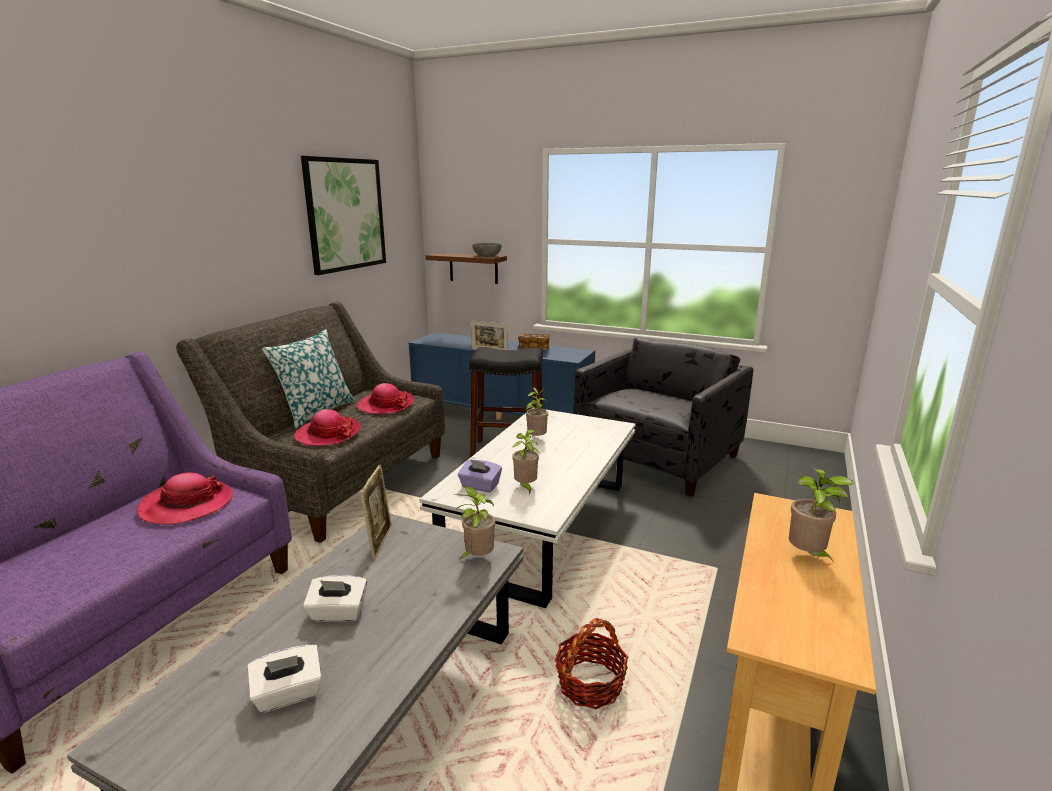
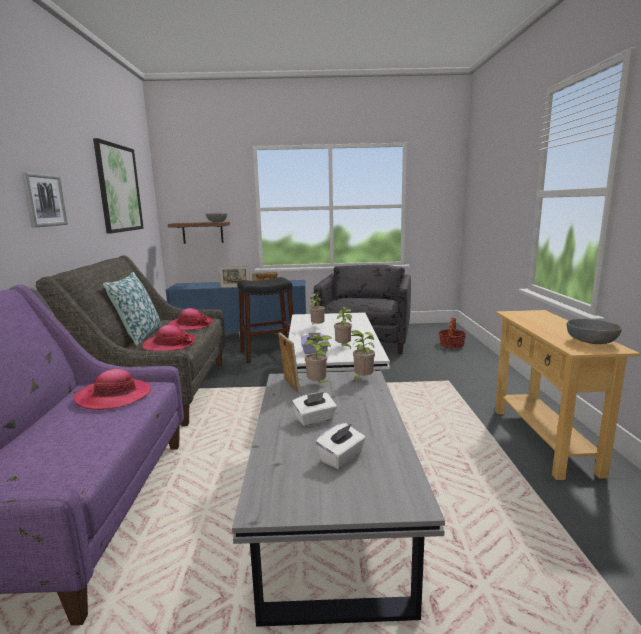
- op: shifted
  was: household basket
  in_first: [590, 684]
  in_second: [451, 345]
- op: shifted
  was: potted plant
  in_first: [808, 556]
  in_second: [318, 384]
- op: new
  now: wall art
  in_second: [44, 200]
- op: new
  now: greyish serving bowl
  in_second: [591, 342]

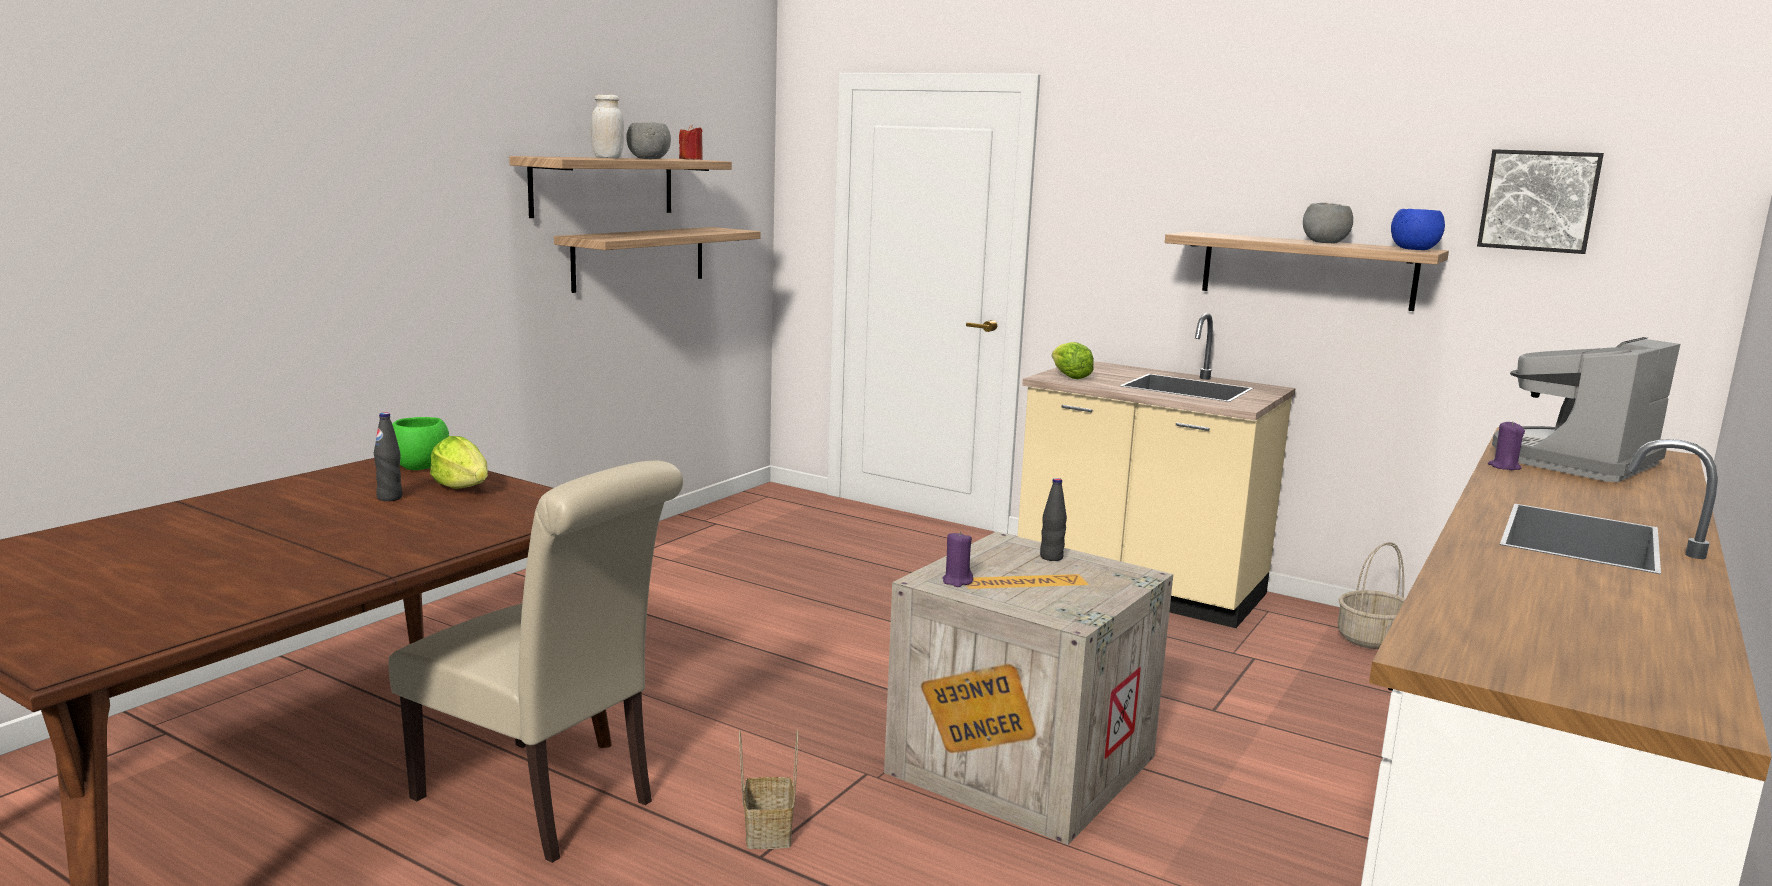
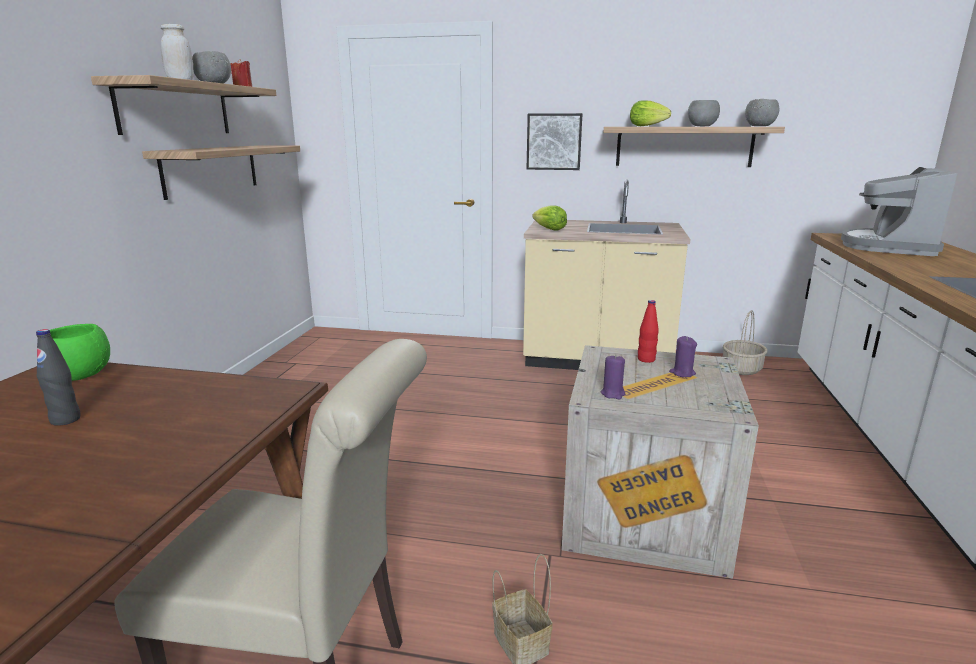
- op: shifted
  was: lettuce
  in_first: [462, 487]
  in_second: [646, 126]
- op: repainted
  was: black beverage bottle
  now: red-coloured beverage bottle
  in_first: [1051, 557]
  in_second: [646, 359]
- op: repainted
  was: bluish serving bowl
  now: greyish serving bowl
  in_first: [1414, 249]
  in_second: [760, 126]
- op: shifted
  was: wall art
  in_first: [1539, 200]
  in_second: [554, 141]
- op: shifted
  was: purple wax candle
  in_first: [1504, 467]
  in_second: [682, 373]

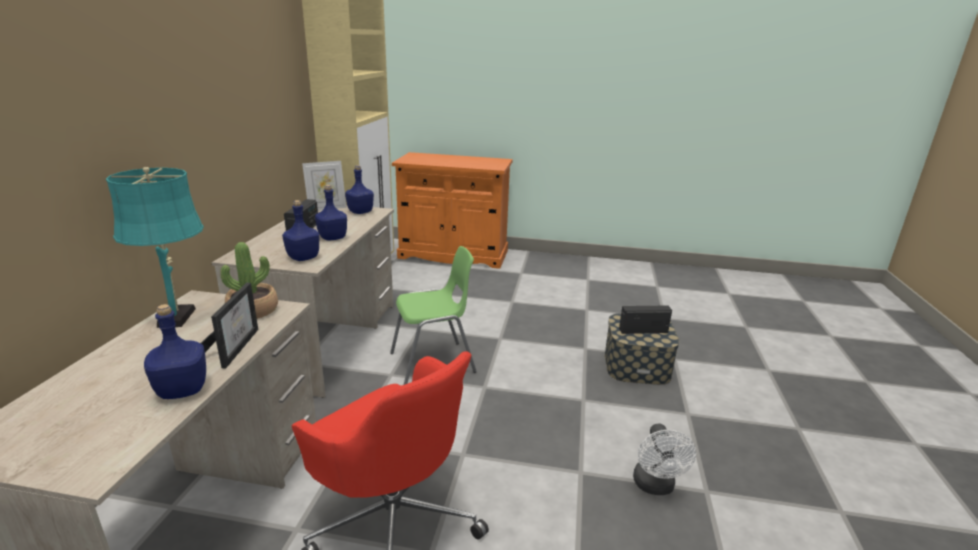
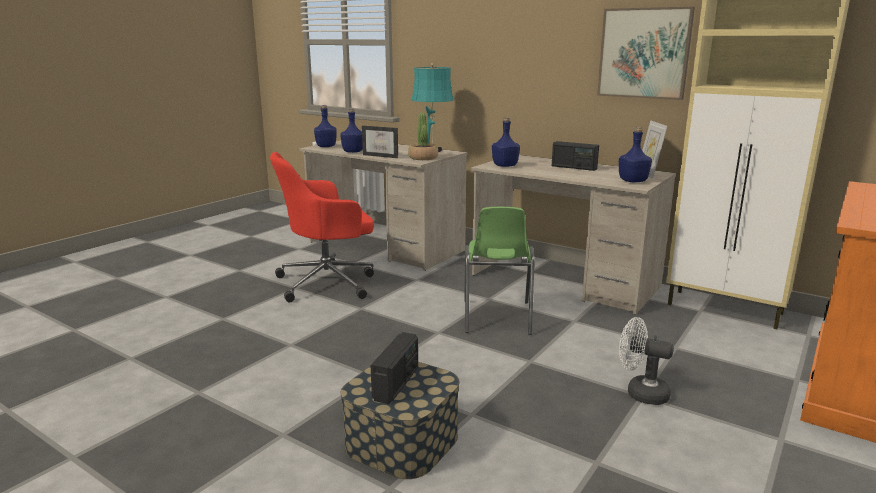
- op: shifted
  was: bluish beverage bottle
  in_first: [332, 237]
  in_second: [326, 146]
- op: shifted
  was: whitish electric fan
  in_first: [655, 486]
  in_second: [640, 393]
- op: new
  now: wall art
  in_second: [644, 53]

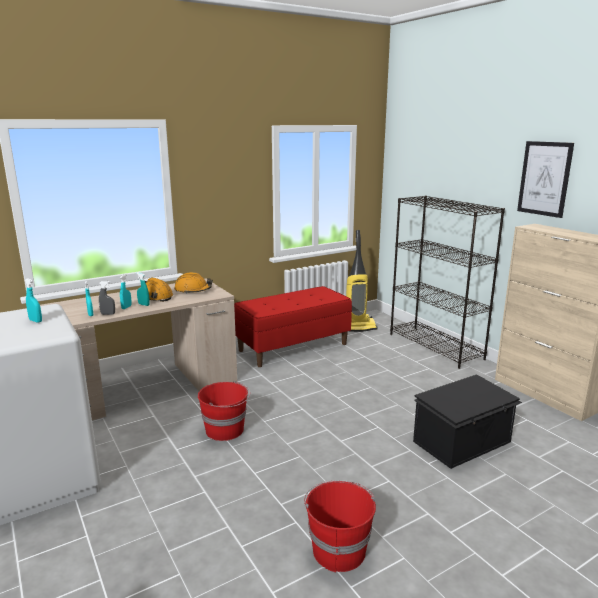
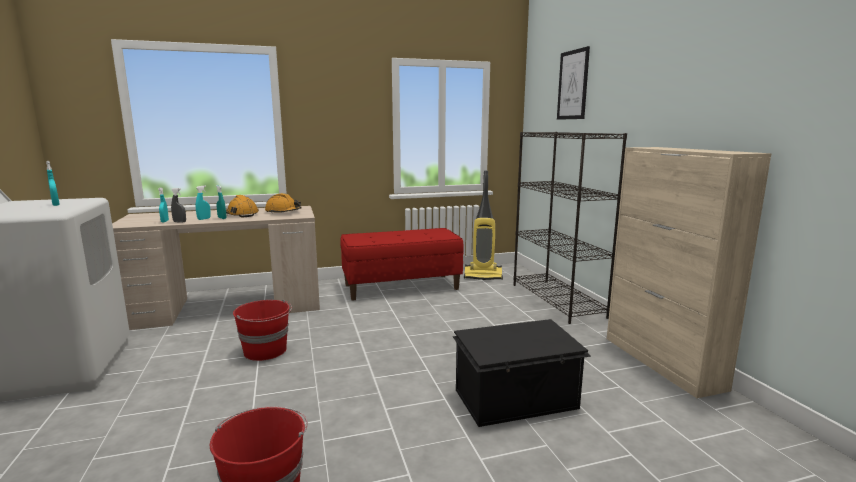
- op: shifted
  was: wall art
  in_first: [544, 178]
  in_second: [572, 85]

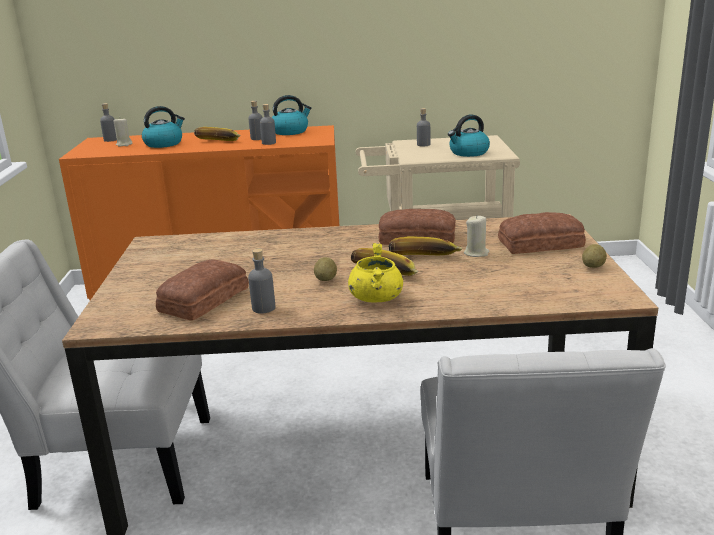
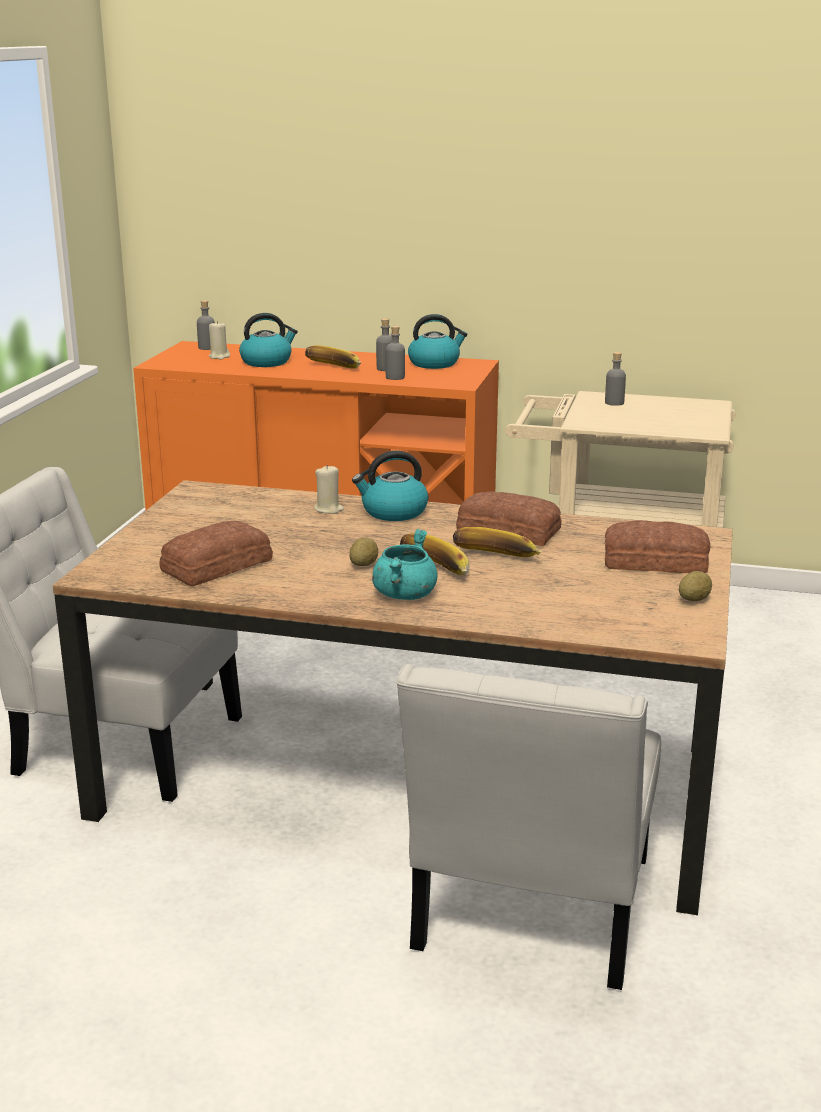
- op: gone
  was: greyish beverage bottle
  in_first: [263, 308]
- op: repainted
  was: yellowish stockpot
  now: turquoise stockpot
  in_first: [376, 298]
  in_second: [404, 594]
- op: shifted
  was: kettle
  in_first: [468, 153]
  in_second: [393, 512]
- op: shifted
  was: beige wax candle
  in_first: [476, 253]
  in_second: [328, 509]

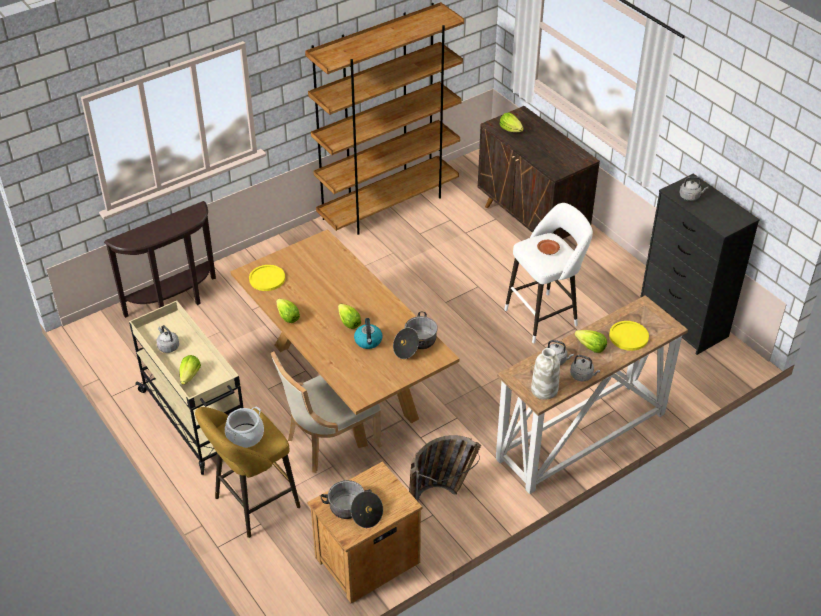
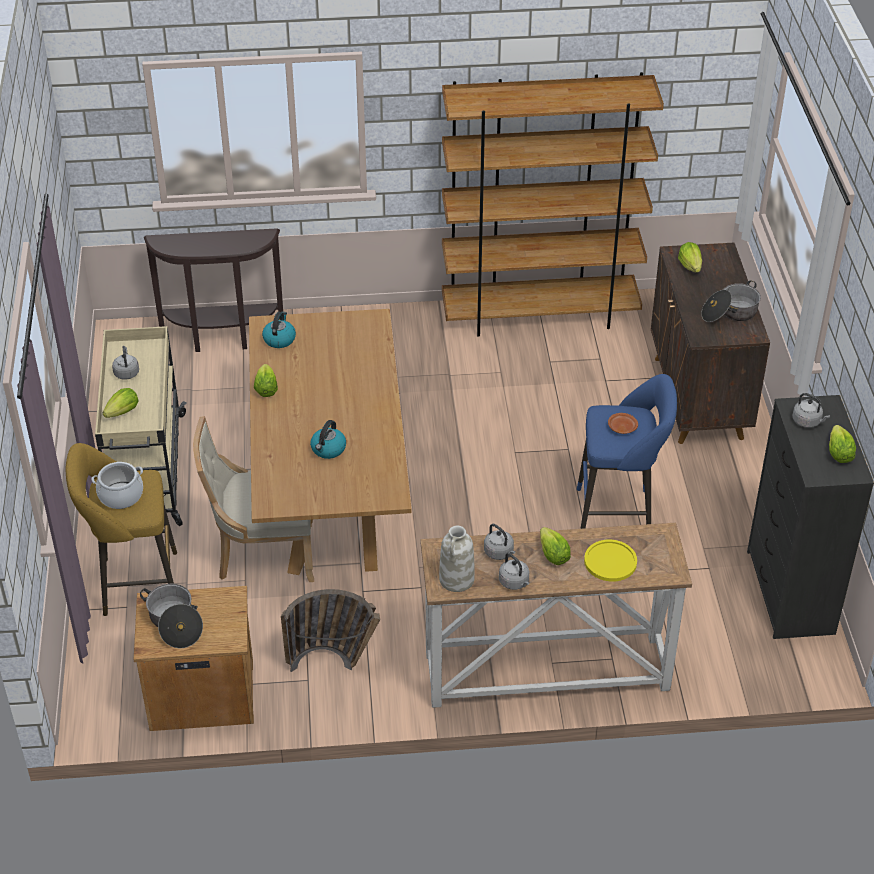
- op: swapped
  was: yellowish flat dish
  now: kettle
  in_first: [267, 278]
  in_second: [279, 339]
- op: shifted
  was: lettuce
  in_first: [349, 323]
  in_second: [839, 454]
- op: shifted
  was: stockpot
  in_first: [415, 344]
  in_second: [730, 313]
- op: repainted
  was: whitish sitting stool
  now: bluish sitting stool
  in_first: [544, 316]
  in_second: [619, 515]

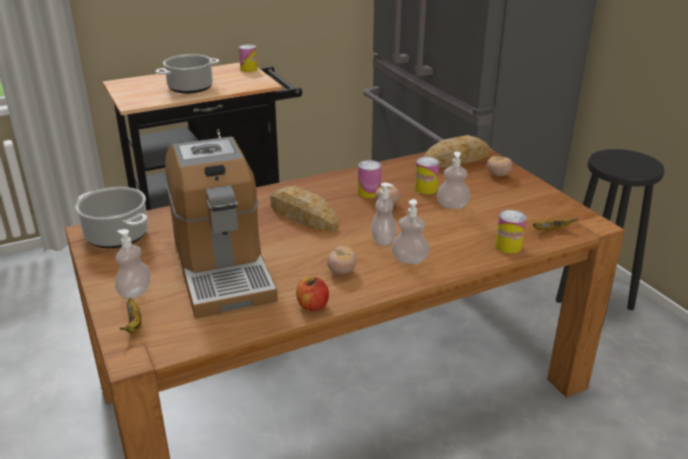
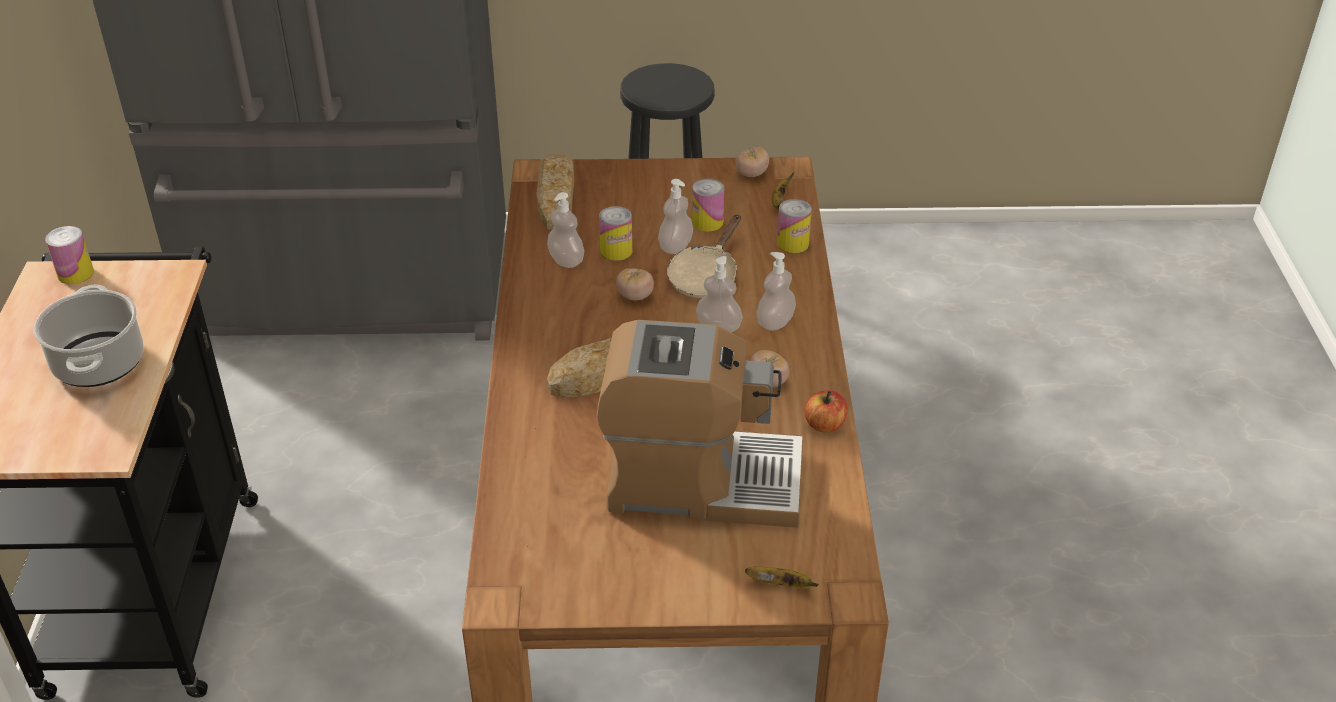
- op: gone
  was: stockpot
  in_first: [116, 235]
- op: shifted
  was: liquid soap bottle
  in_first: [135, 292]
  in_second: [566, 260]
- op: shifted
  was: sealed can
  in_first: [369, 192]
  in_second: [707, 222]
- op: shifted
  was: fresh tomato
  in_first: [498, 175]
  in_second: [751, 174]
- op: new
  now: beige pan
  in_second: [705, 276]

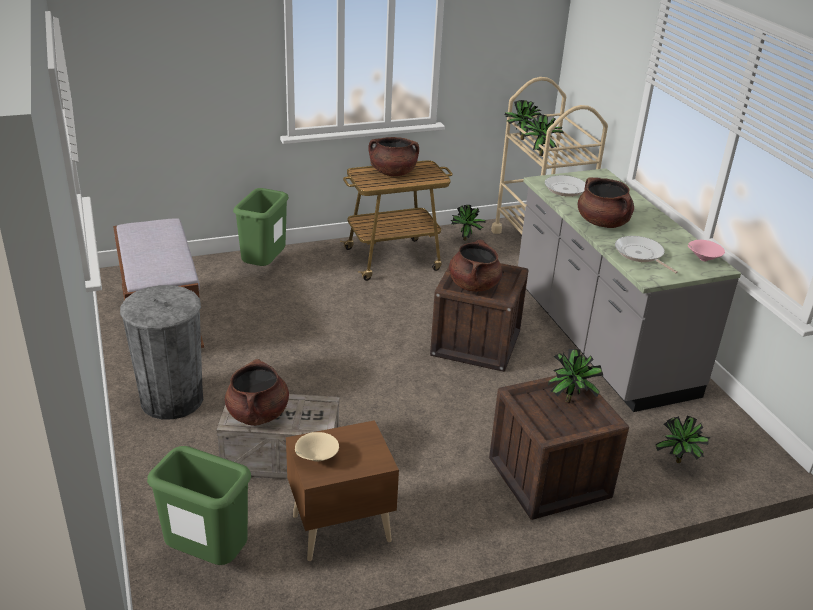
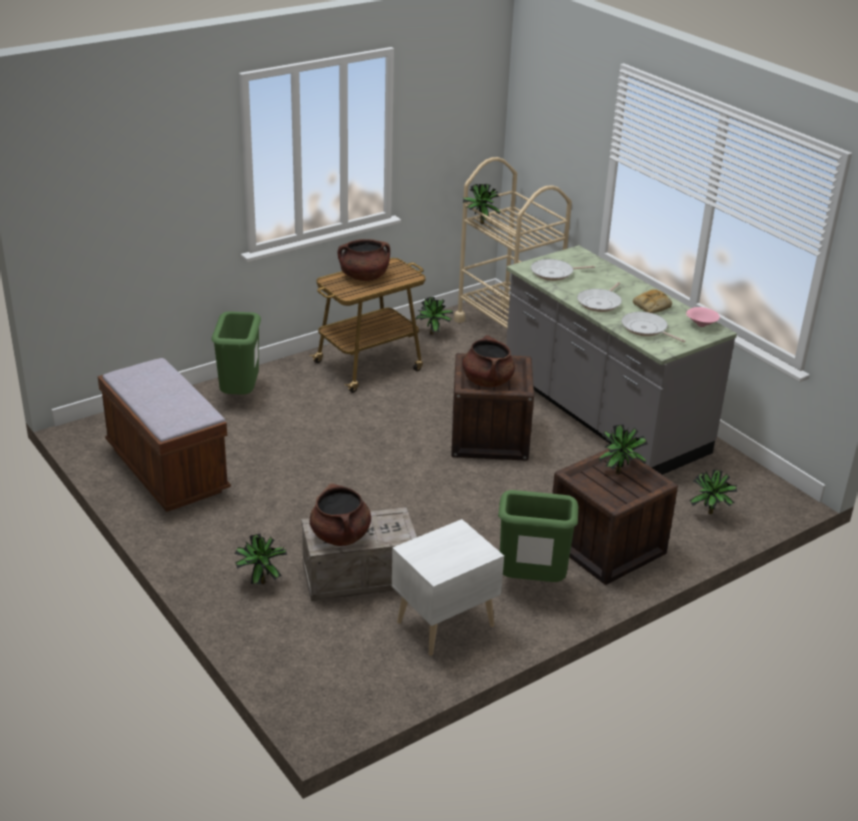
- op: gone
  was: greyish trash can
  in_first: [172, 399]
- op: shifted
  was: greenish trash can
  in_first: [207, 557]
  in_second: [530, 584]
- op: repainted
  was: brown-coloured bedside table
  now: whitish bedside table
  in_first: [339, 527]
  in_second: [443, 623]
- op: gone
  was: beige serving bowl
  in_first: [316, 458]
- op: shifted
  was: potted plant
  in_first: [539, 154]
  in_second: [260, 580]
- op: swapped
  was: brown-coloured stockpot
  now: pan
  in_first: [603, 223]
  in_second: [600, 303]
- op: new
  now: bread
  in_second: [652, 306]

